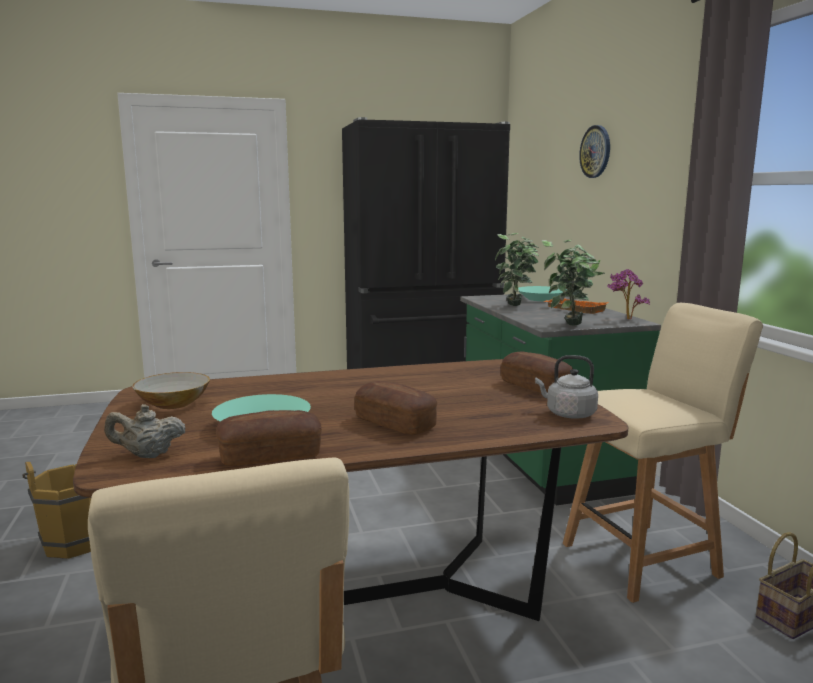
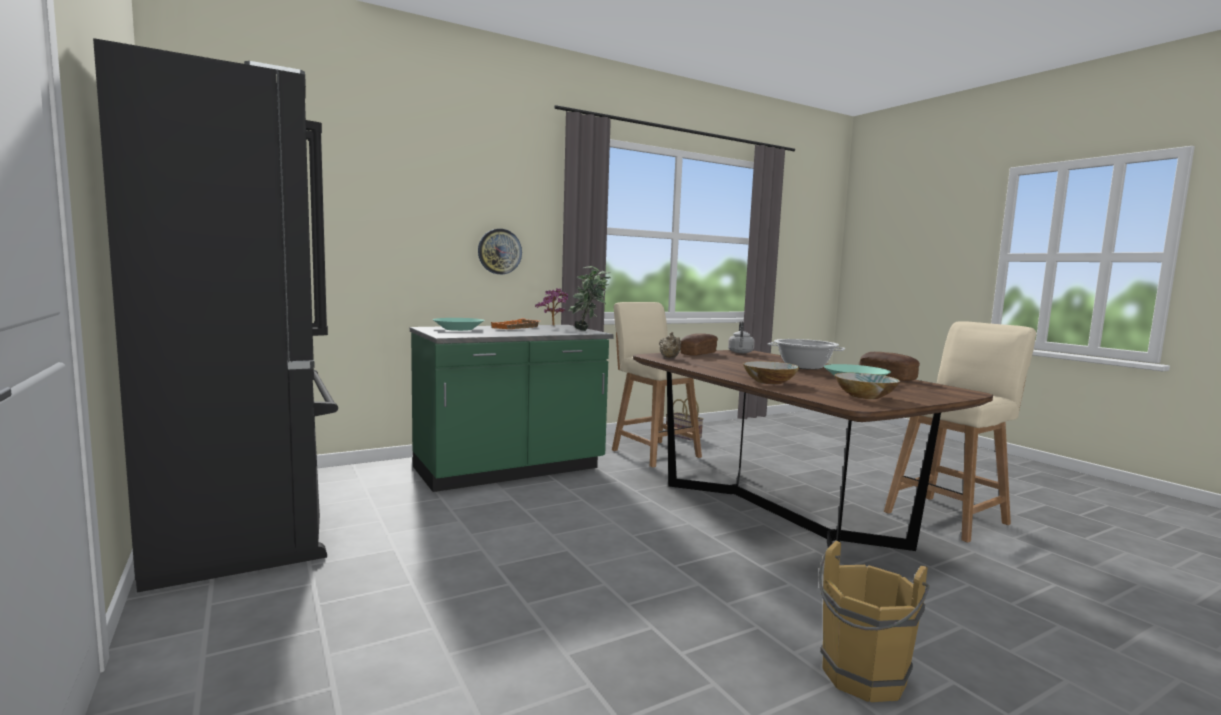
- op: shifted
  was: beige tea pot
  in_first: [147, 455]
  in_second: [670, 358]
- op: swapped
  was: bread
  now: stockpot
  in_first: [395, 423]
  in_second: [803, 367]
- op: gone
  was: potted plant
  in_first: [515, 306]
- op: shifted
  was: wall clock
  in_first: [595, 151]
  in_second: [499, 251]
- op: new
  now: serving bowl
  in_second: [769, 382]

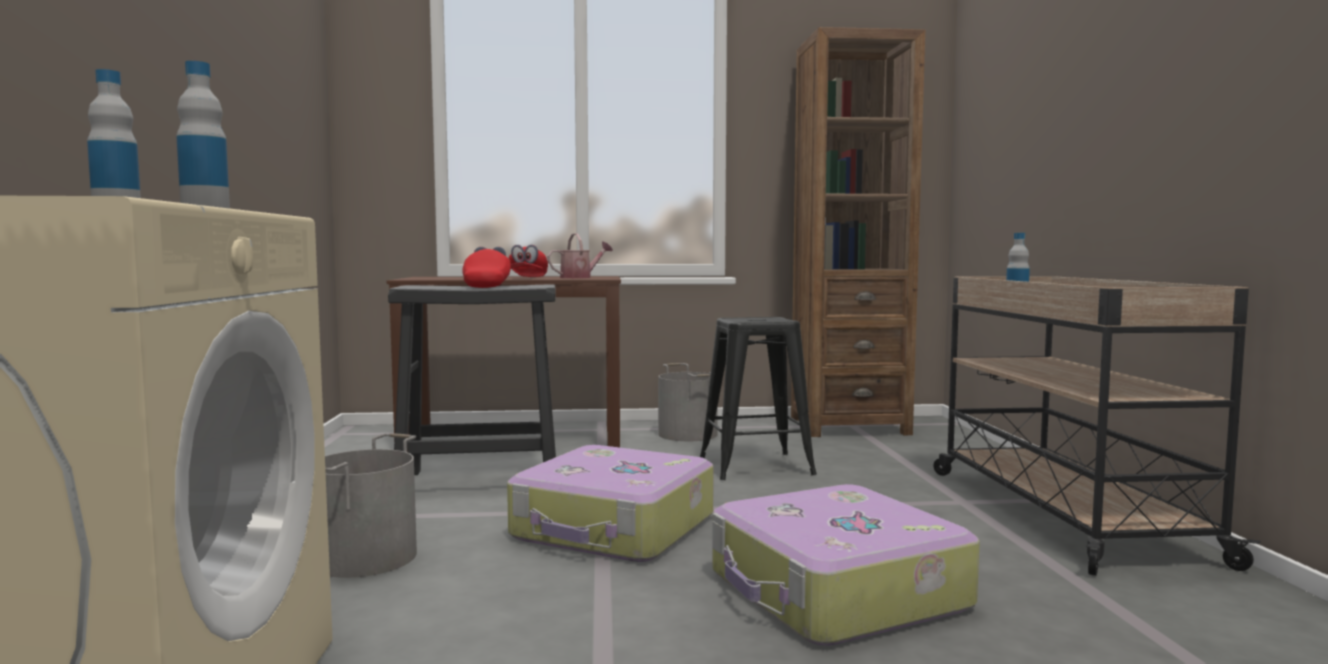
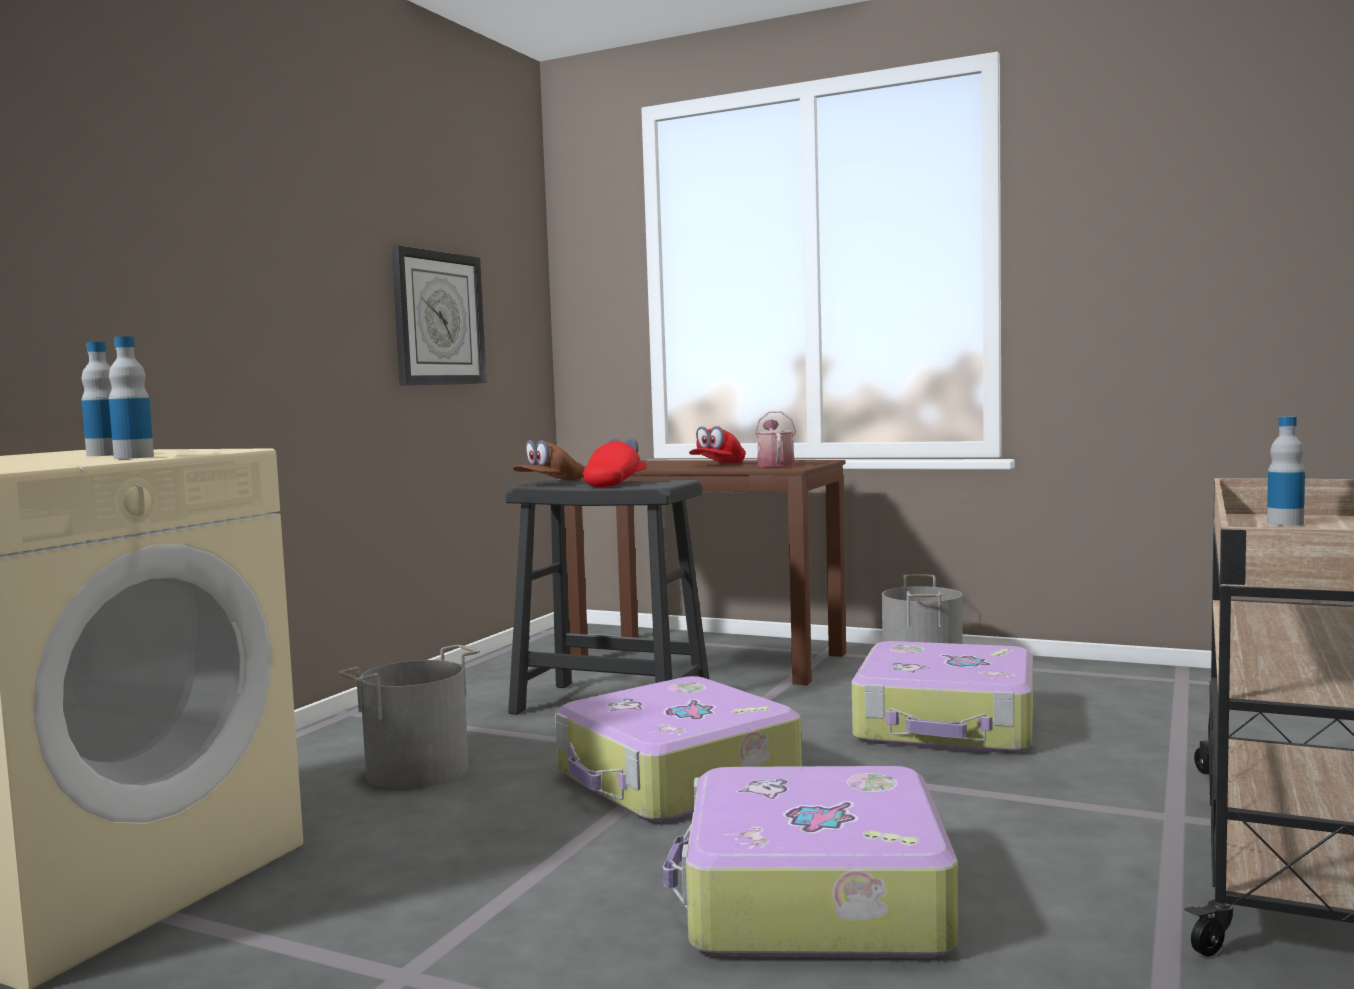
- op: rotated
  was: watering can
  in_first: [580, 277]
  in_second: [775, 465]
  clockwise: -90
- op: swapped
  was: black sitting stool
  now: piece of luggage
  in_first: [755, 466]
  in_second: [947, 725]
- op: gone
  was: brown-coloured bookcase
  in_first: [849, 426]
- op: new
  now: wall clock
  in_second: [438, 319]
- op: new
  now: brown-coloured baseball cap
  in_second: [549, 483]

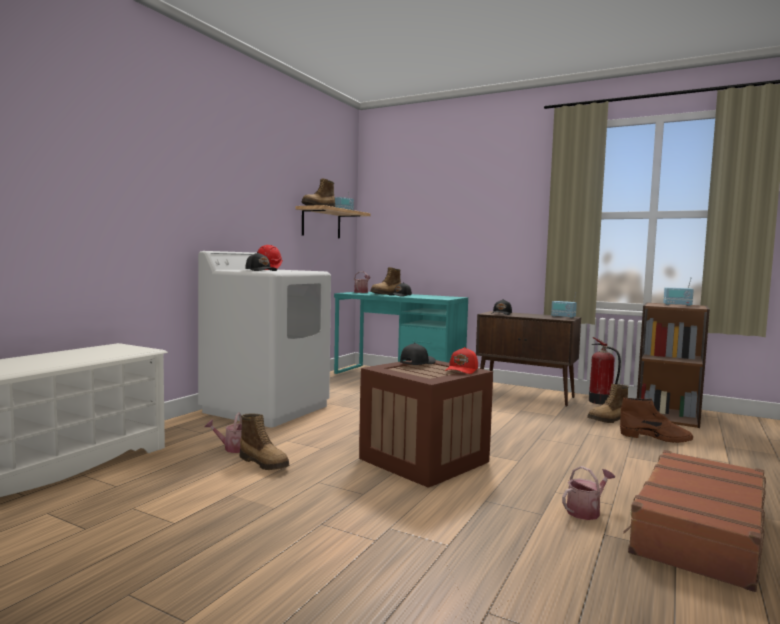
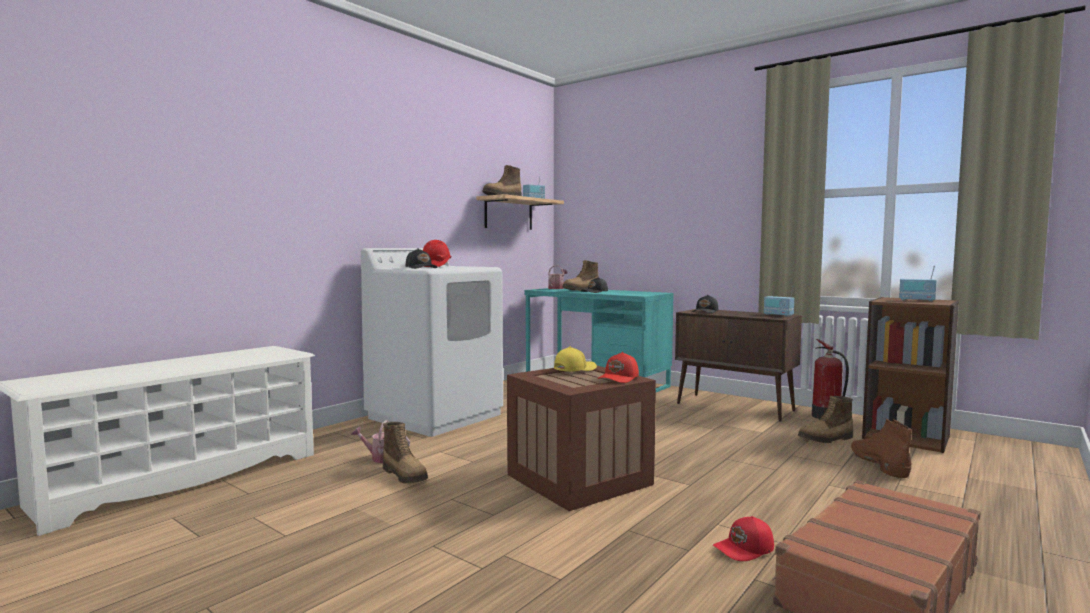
- op: repainted
  was: black baseball cap
  now: yellowish baseball cap
  in_first: [417, 363]
  in_second: [574, 369]
- op: swapped
  was: watering can
  now: red-coloured baseball cap
  in_first: [586, 511]
  in_second: [745, 549]
- op: rotated
  was: brown-coloured tall boot
  in_first: [656, 438]
  in_second: [878, 463]
  clockwise: -120

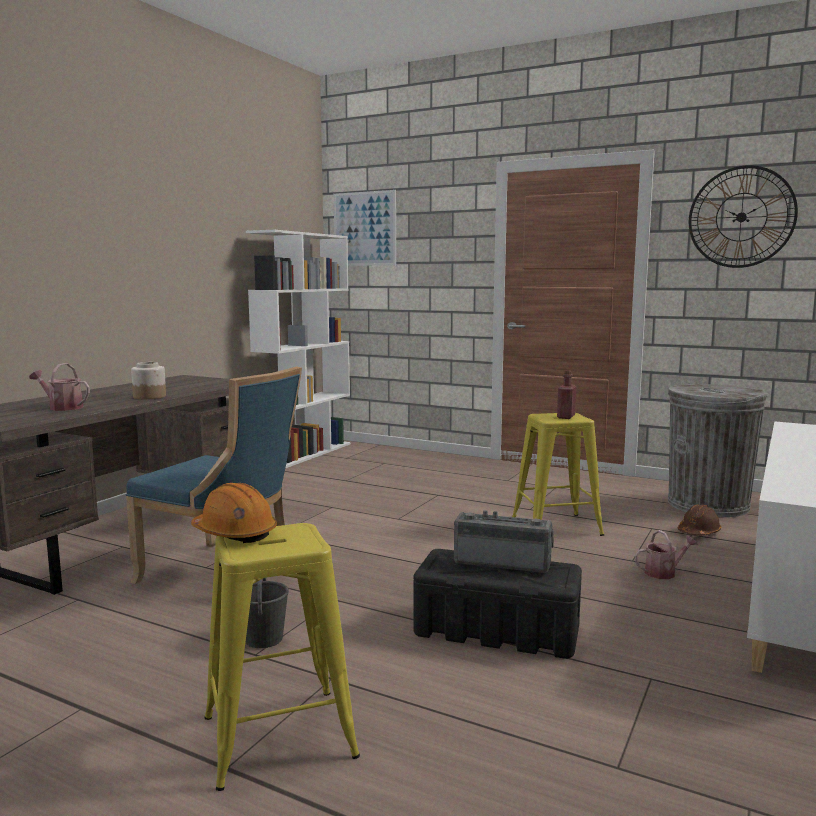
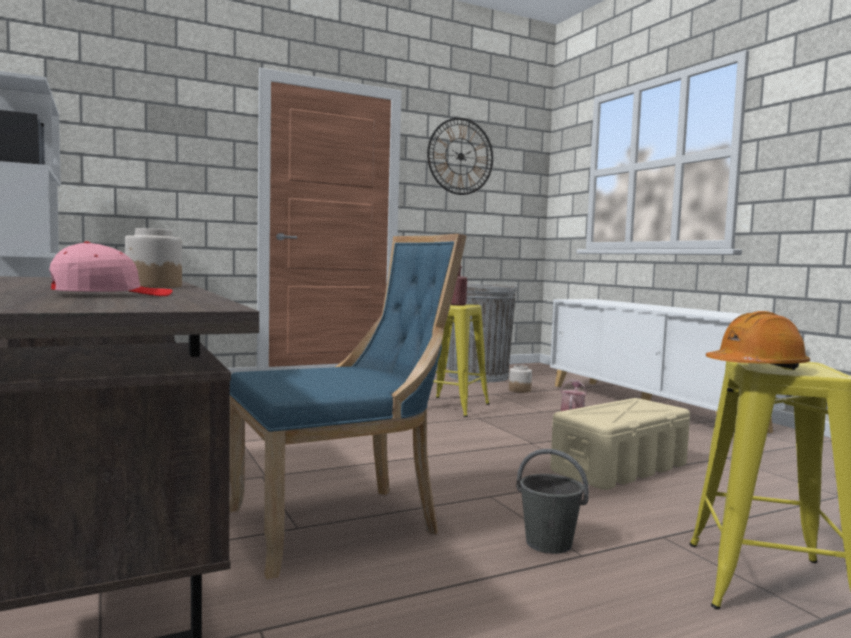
- op: swapped
  was: watering can
  now: pink-coloured baseball cap
  in_first: [62, 407]
  in_second: [112, 294]
- op: gone
  was: wall art
  in_first: [364, 229]
- op: repainted
  was: black storage bin
  now: beige storage bin
  in_first: [498, 630]
  in_second: [620, 467]
- op: gone
  was: radio set
  in_first: [503, 562]
- op: swapped
  was: brown-coloured hard hat
  now: storage jar
  in_first: [698, 532]
  in_second: [520, 390]

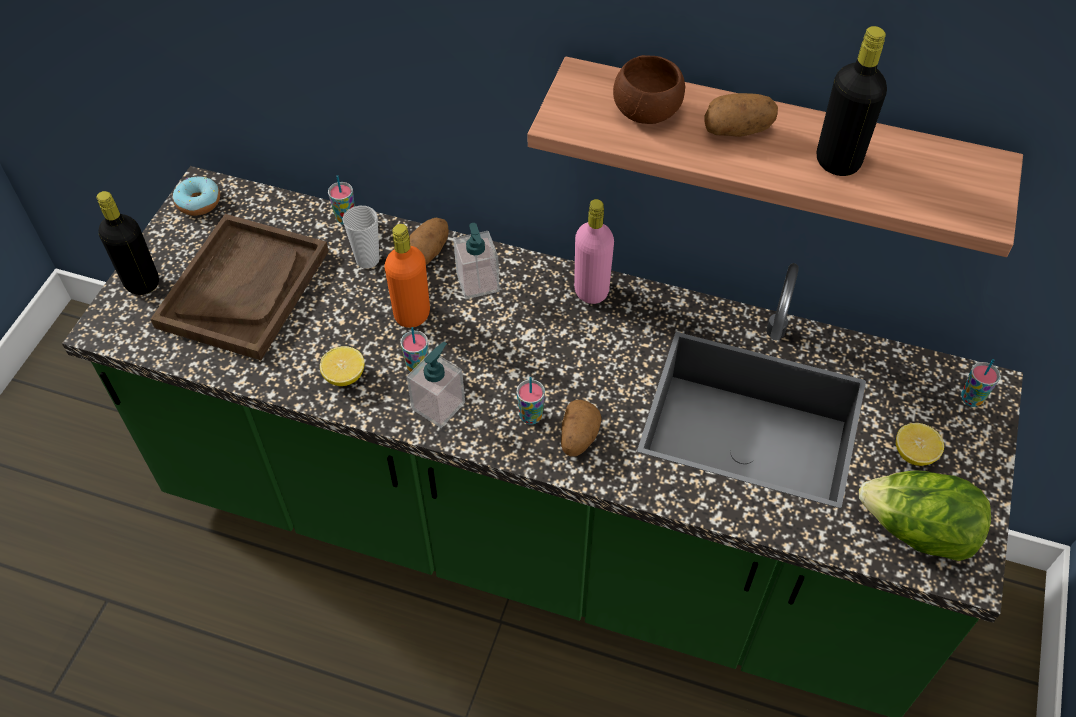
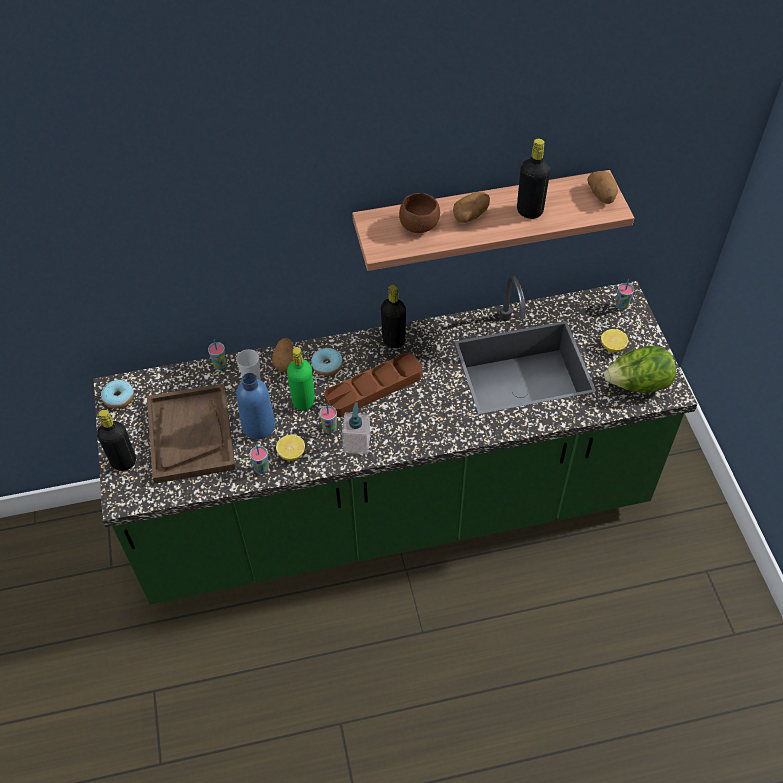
- op: repainted
  was: orangey beverage bottle
  now: greenish beverage bottle
  in_first: [412, 315]
  in_second: [303, 401]
- op: swapped
  was: liquid soap bottle
  now: donut
  in_first: [478, 283]
  in_second: [327, 365]
- op: shifted
  was: cup
  in_first: [531, 416]
  in_second: [261, 469]
- op: shifted
  was: potato
  in_first: [578, 438]
  in_second: [602, 195]
- op: repainted
  was: pink-coloured beverage bottle
  now: black beverage bottle
  in_first: [591, 291]
  in_second: [393, 340]
- op: new
  now: bluish beverage bottle
  in_second: [258, 425]
- op: new
  now: brown-coloured serving tray
  in_second: [373, 388]

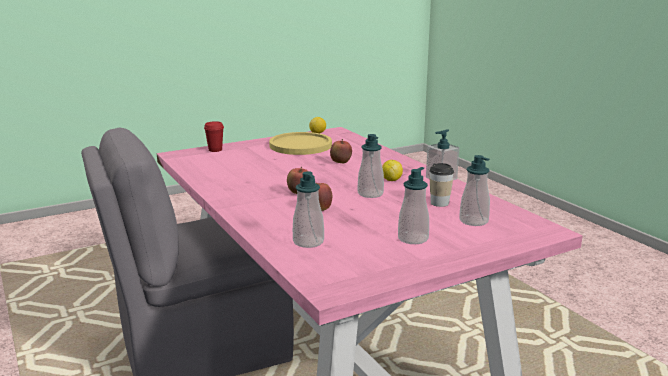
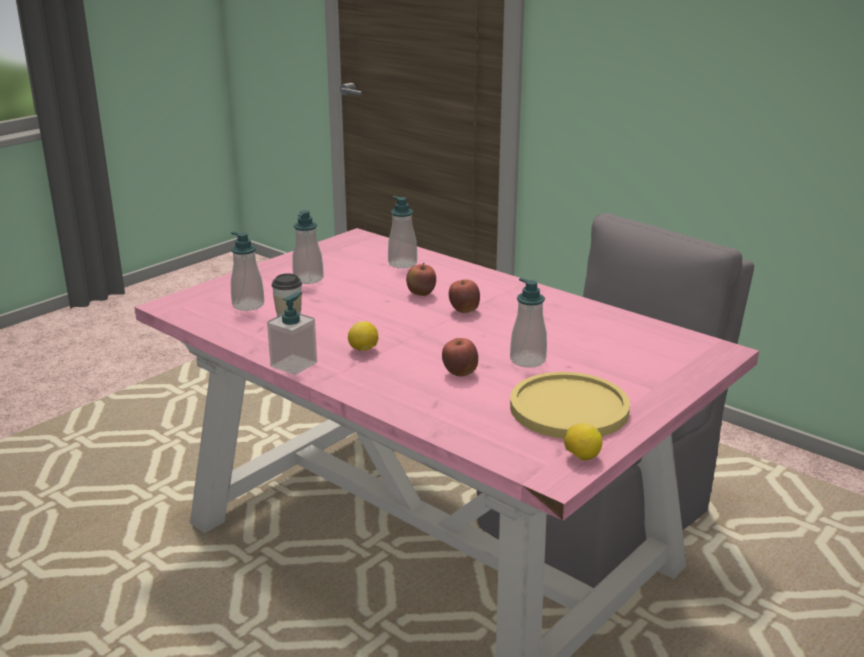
- op: gone
  was: red-coloured cup
  in_first: [215, 150]
- op: shifted
  was: liquid soap bottle
  in_first: [370, 194]
  in_second: [527, 360]

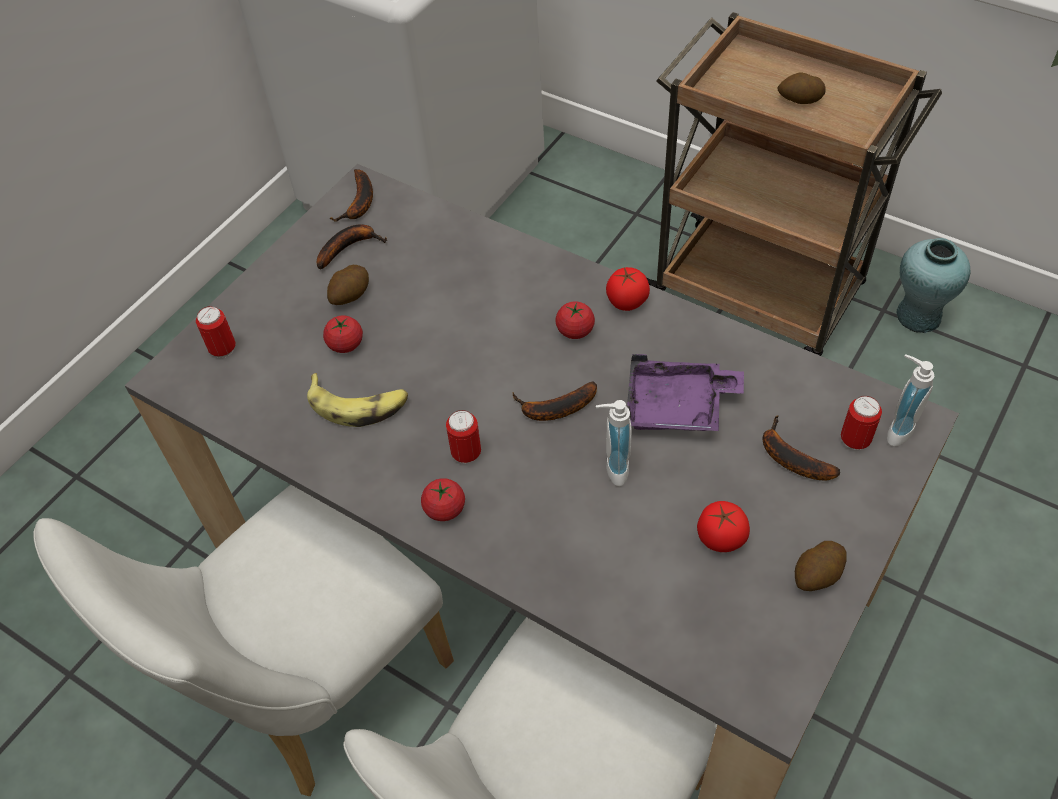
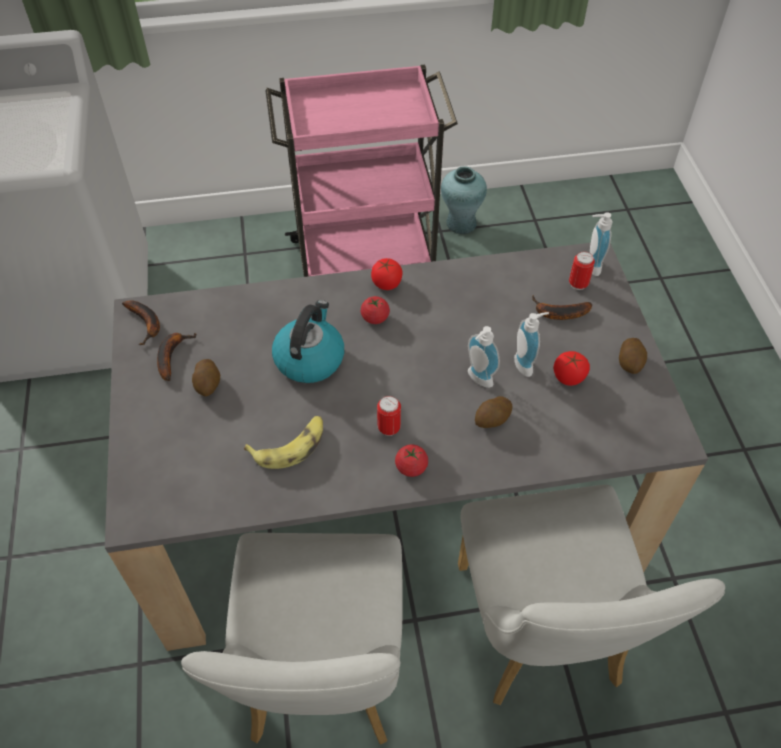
- op: gone
  was: sealed can
  in_first: [223, 349]
- op: gone
  was: fresh tomato
  in_first: [345, 344]
- op: gone
  was: whole banana
  in_first: [554, 409]
- op: gone
  was: purple serving tray
  in_first: [678, 407]
- op: repainted
  was: brown-coloured wheeled cart
  now: pink-coloured wheeled cart
  in_first: [759, 293]
  in_second: [365, 260]
- op: shifted
  was: potato
  in_first: [799, 100]
  in_second: [492, 420]
- op: new
  now: kettle
  in_second: [309, 358]
- op: new
  now: liquid soap bottle
  in_second: [526, 364]

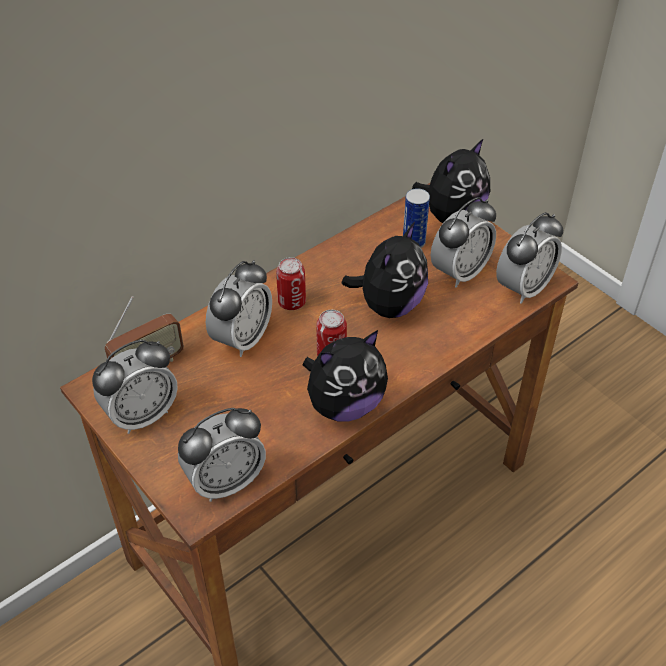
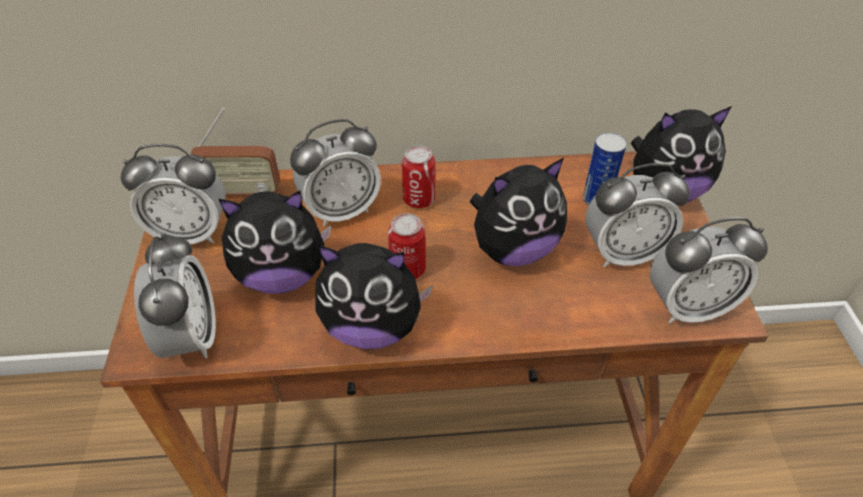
- op: rotated
  was: bedside clock
  in_first: [225, 481]
  in_second: [191, 337]
  clockwise: -105
- op: new
  now: plush toy
  in_second: [282, 275]

